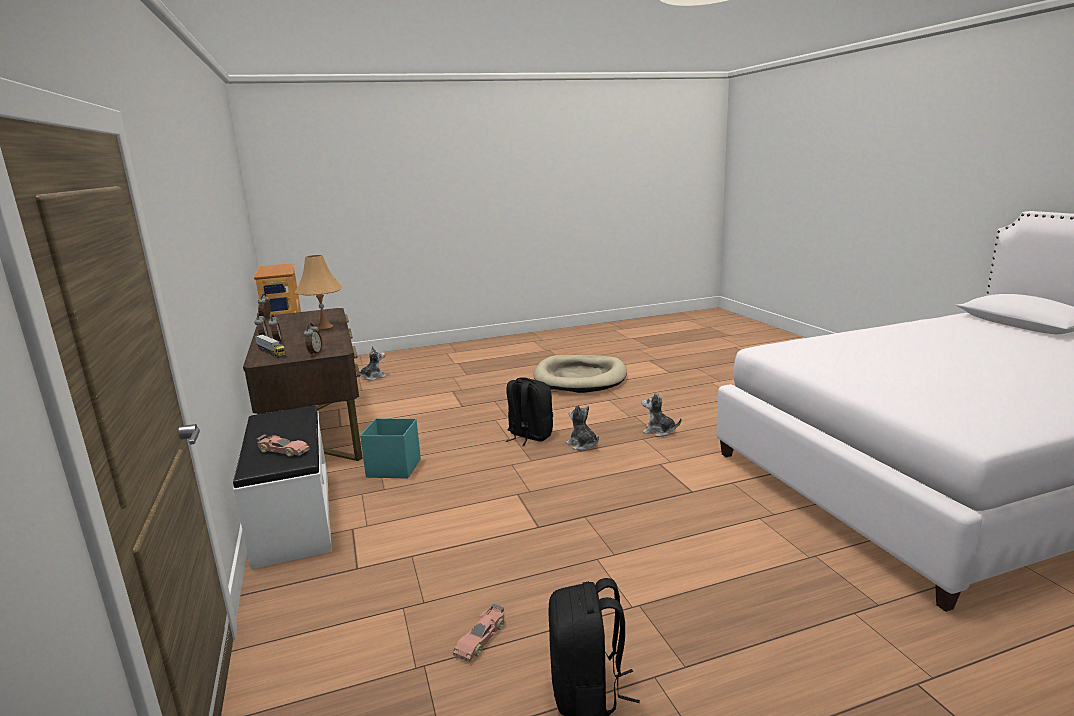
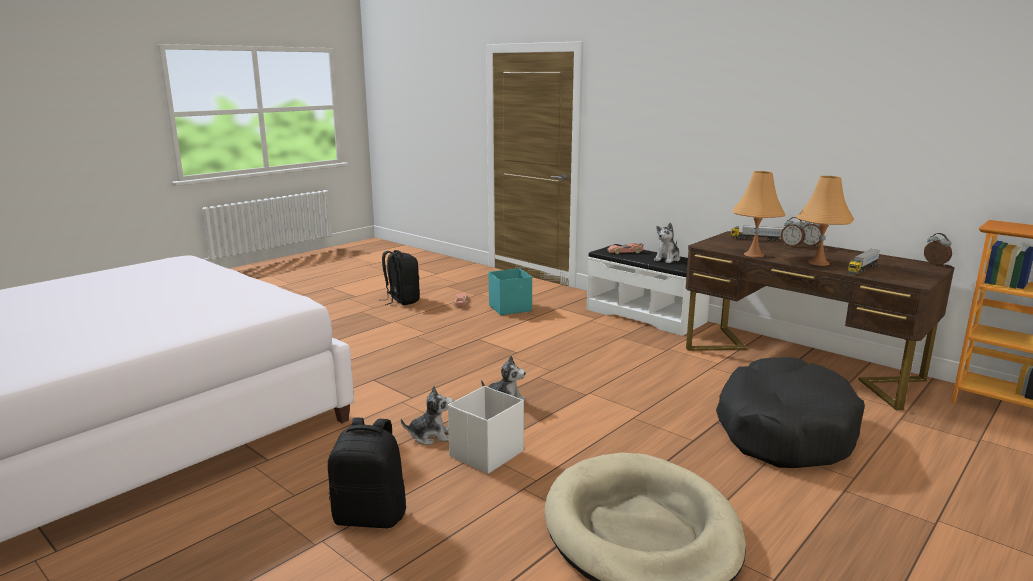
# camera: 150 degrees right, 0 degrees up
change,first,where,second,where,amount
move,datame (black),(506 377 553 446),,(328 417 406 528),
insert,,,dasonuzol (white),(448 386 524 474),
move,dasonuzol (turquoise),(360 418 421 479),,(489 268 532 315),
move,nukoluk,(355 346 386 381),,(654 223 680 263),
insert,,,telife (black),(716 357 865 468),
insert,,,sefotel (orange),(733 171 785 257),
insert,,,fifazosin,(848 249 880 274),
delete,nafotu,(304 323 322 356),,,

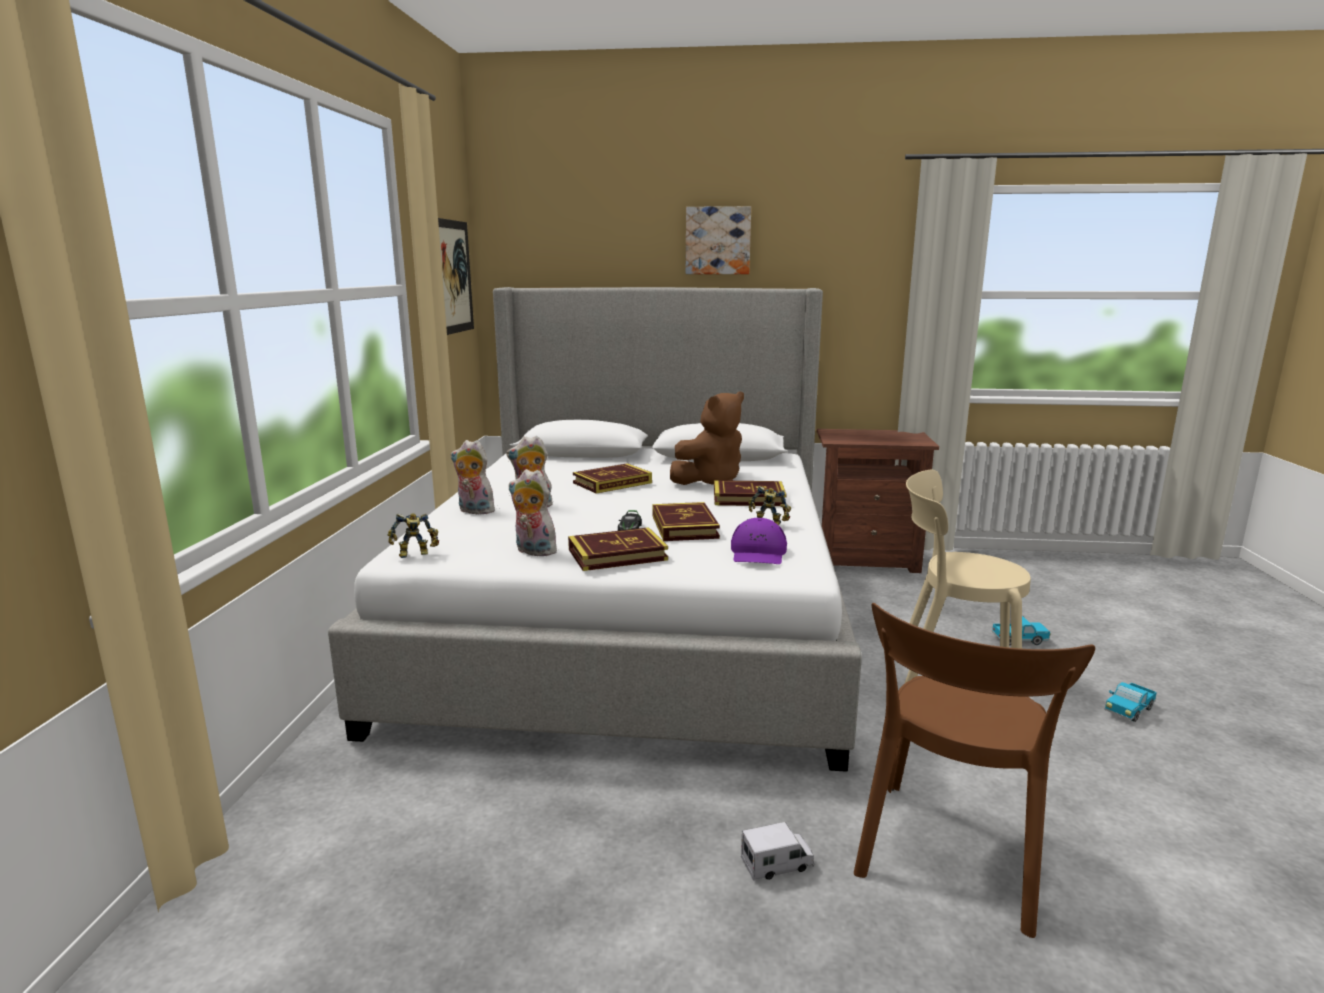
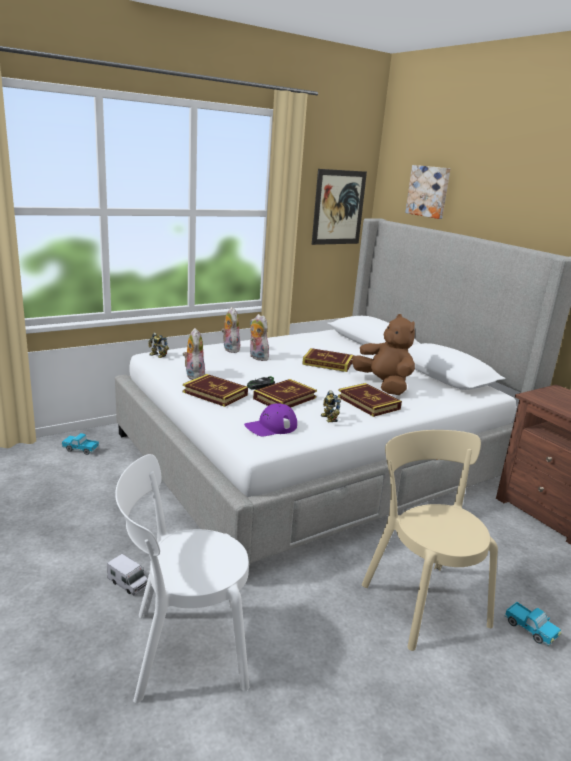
# camera: 50 degrees right, 5 degrees up
change,first,where,second,where,amount
move,fifazosin,(1104 682 1157 722),,(62 433 99 455),
recolor,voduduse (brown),(854 603 1095 938),voduduse (white),(115 454 249 703),
rotate,nukoluk (brown),(670 392 744 485),,(352 314 415 395),135 degrees counterclockwise
move,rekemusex,(686 206 751 274),,(405 165 451 219),

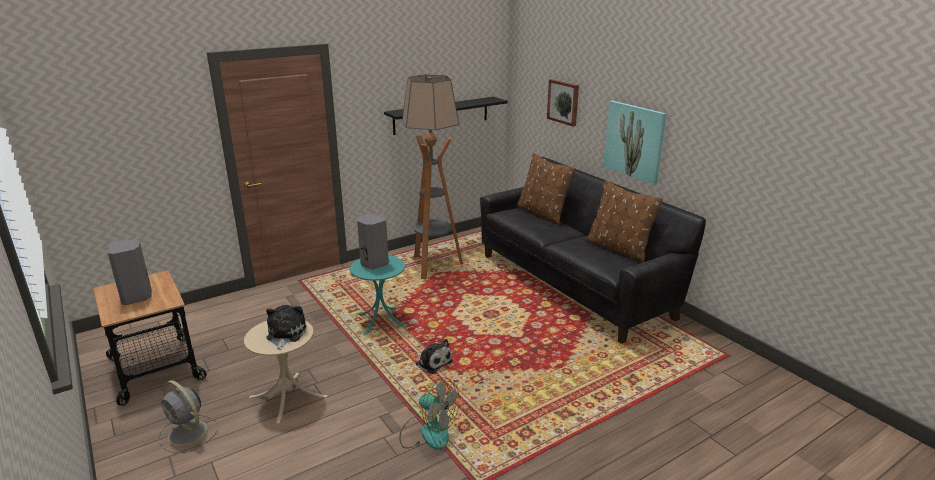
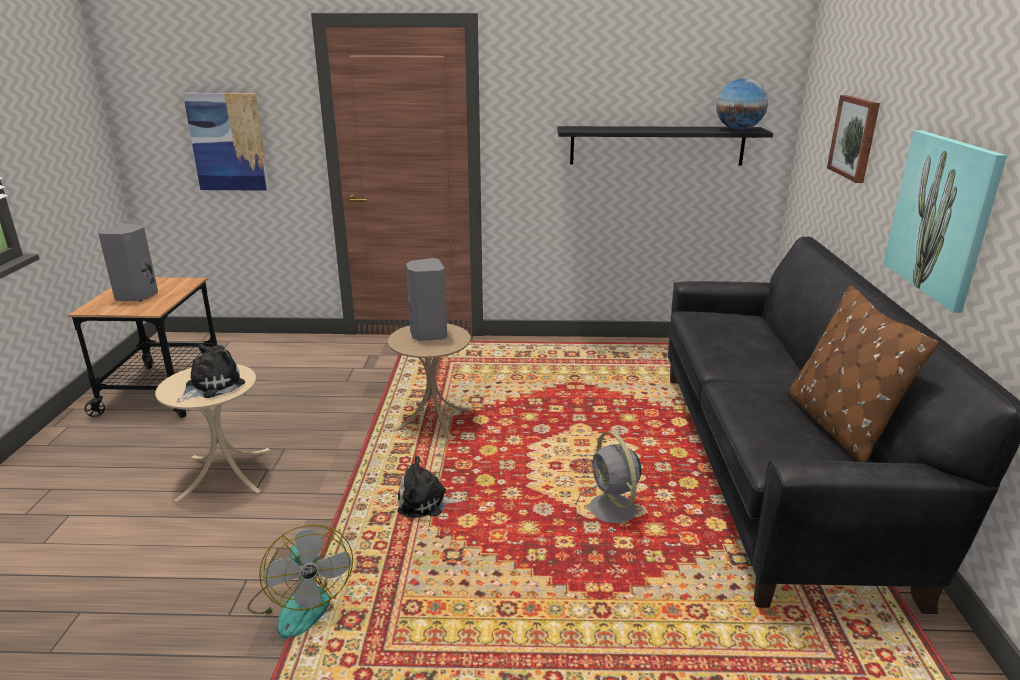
# camera: 35 degrees right, 0 degrees up
change,first,where,second,where,amount
insert,,,rekemusex,(183 93 270 191),
recolor,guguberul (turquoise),(350 255 407 335),guguberul (beige),(388 323 473 441),
rotate,nukoluk,(416 339 452 374),,(397 456 463 518),105 degrees clockwise
move,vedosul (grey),(158 380 219 453),,(576 431 644 523),
insert,,,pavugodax,(716 78 768 130),
delete,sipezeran,(402 74 463 280),,,
delete,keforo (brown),(517 153 576 224),,,

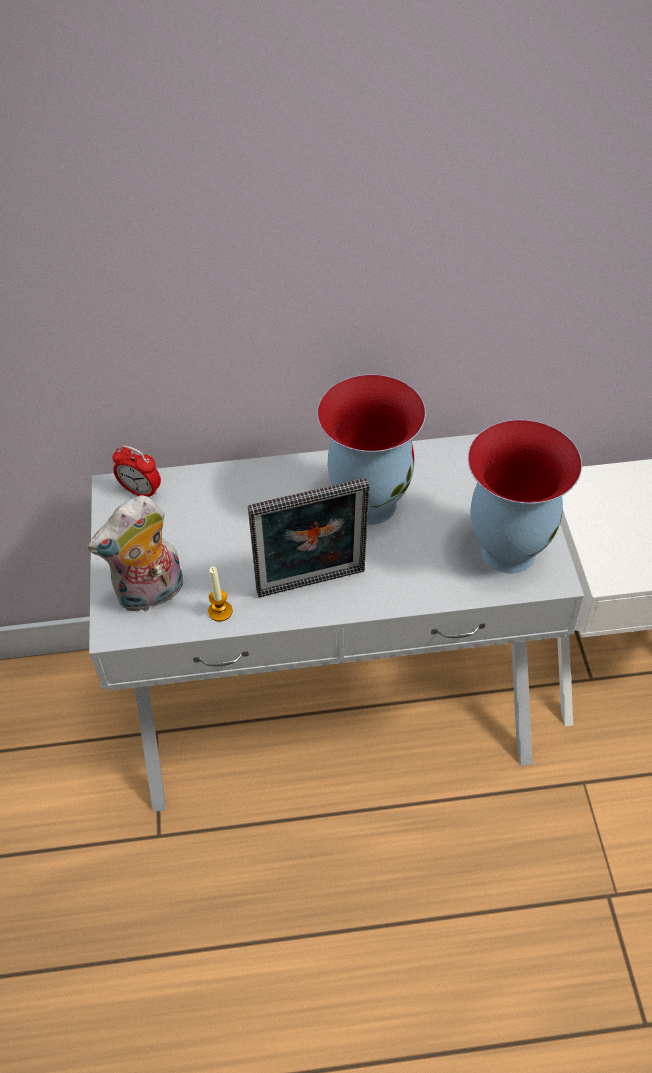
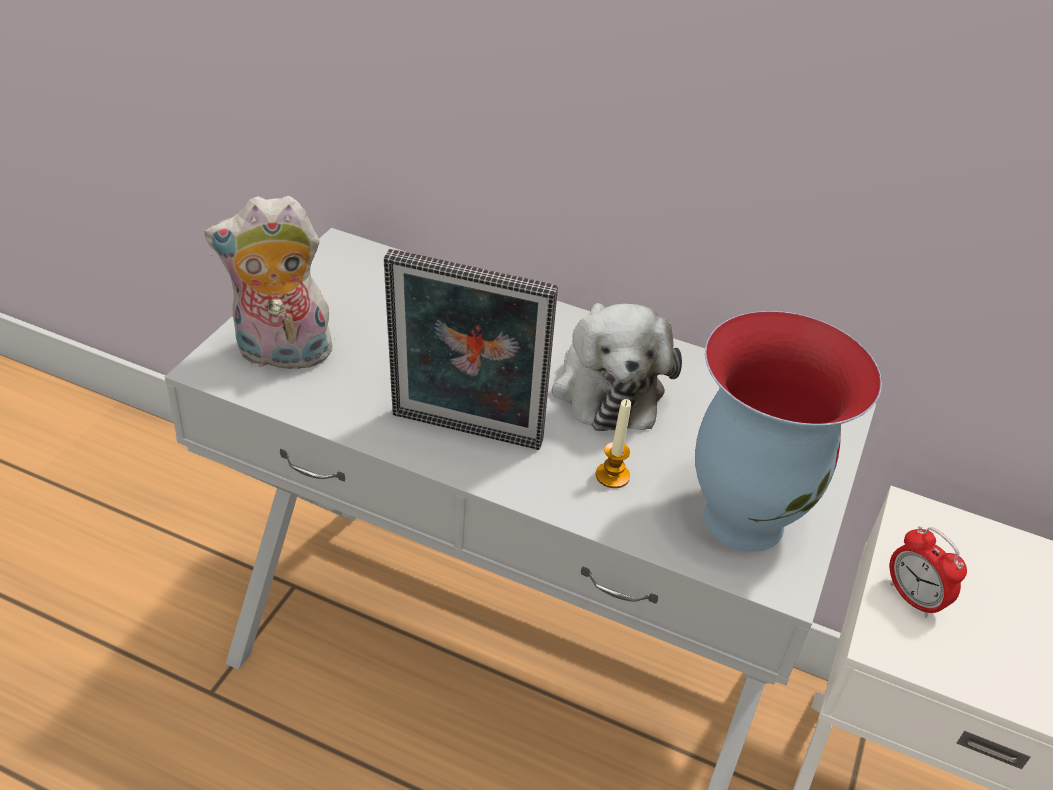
# camera: 25 degrees right, 10 degrees down
change,first,where,second,where,amount
replace,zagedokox,(317 375 426 525),nukoluk,(552 303 682 431),
move,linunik,(208 567 232 621),,(596 399 631 488),
move,nafotu,(112 445 161 499),,(890 526 967 618),

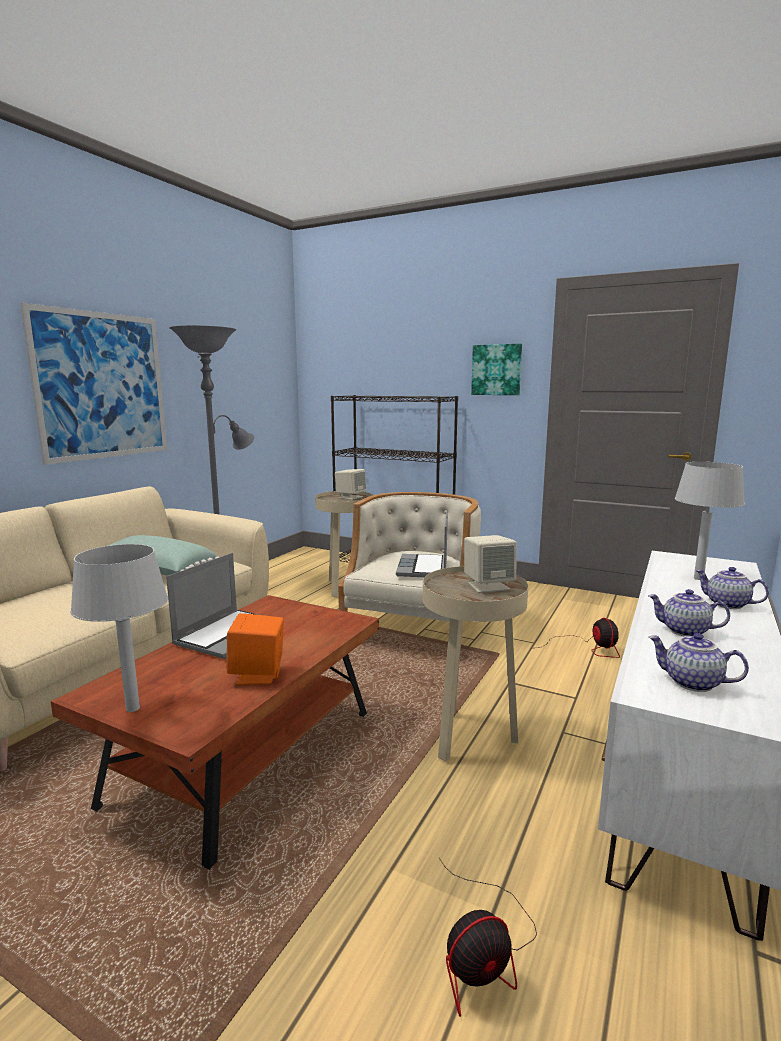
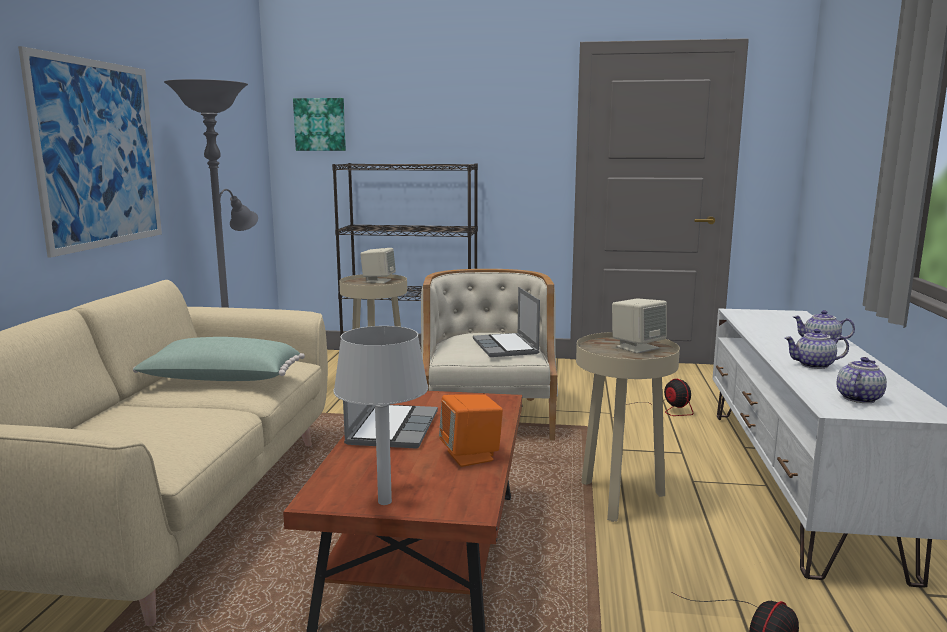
# camera: 20 degrees left, 0 degrees up
change,first,where,second,where,amount
move,rekemusex,(471 344 522 395),,(293 98 346 151),
rotate,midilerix,(649 633 749 692),,(837 357 887 403),120 degrees clockwise
delete,sefotel (grey),(674 462 745 580),,,

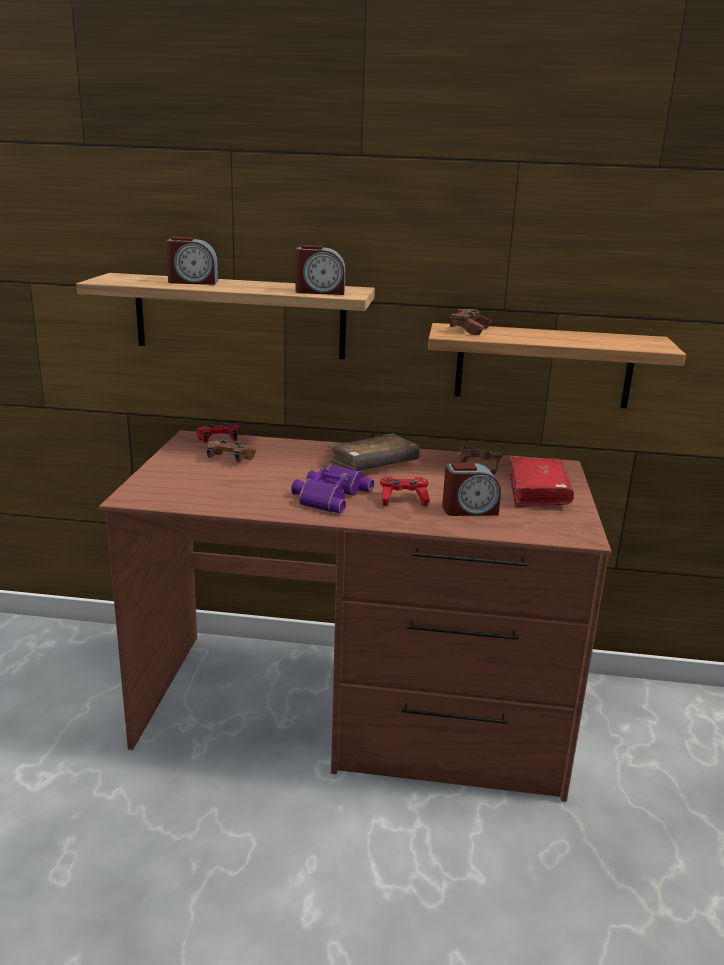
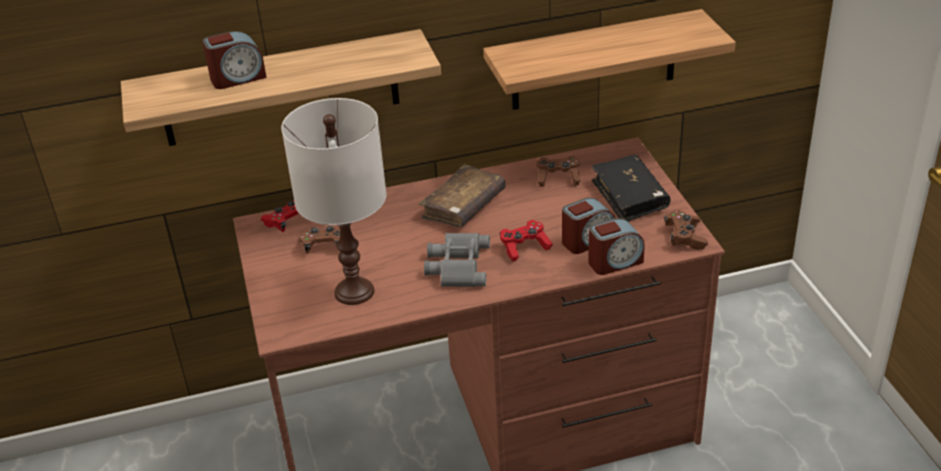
# camera: 20 degrees left, 15 degrees up
change,first,where,second,where,amount
insert,,,sefotel (white),(281 98 387 305),
recolor,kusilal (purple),(291 465 374 514),kusilal (grey),(424 233 490 287),
move,nafotu,(295 245 346 295),,(588 218 645 275),
recolor,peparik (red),(509 457 574 507),peparik (black),(592 155 670 222),
move,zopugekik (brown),(449 309 492 335),,(664 210 708 250),

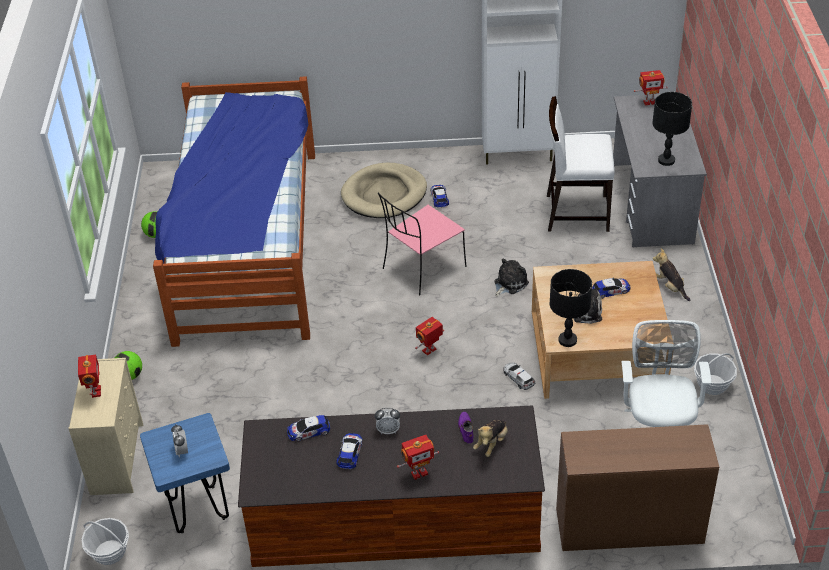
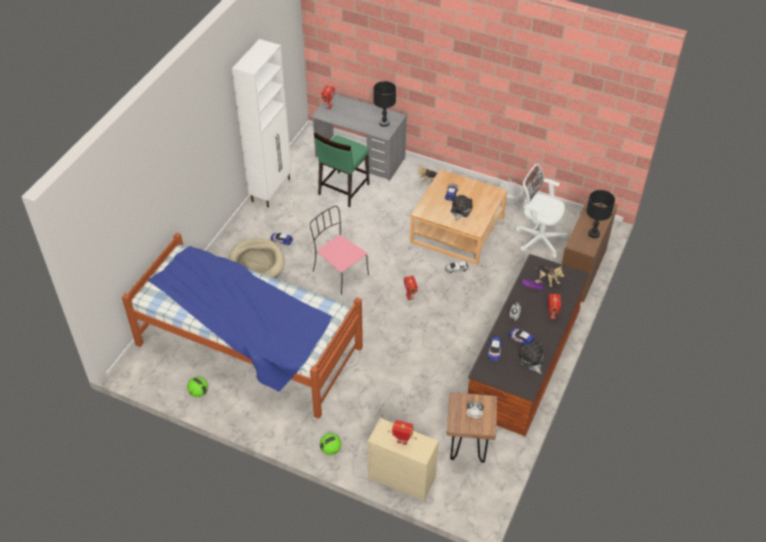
# camera: 65 degrees left, 5 degrees up
change,first,where,second,where,amount
rotate,voduduse (pink),(378 192 467 296),,(310 206 369 295),150 degrees clockwise
recolor,voduduse (white),(547 96 614 232),voduduse (green),(314 132 370 208),
recolor,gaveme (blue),(140 413 230 533),gaveme (brown),(447 392 497 463),
move,nukoluk,(494 259 529 297),,(518 343 545 374),
move,sefotel (black),(550 269 592 347),,(586 190 615 238),
delete,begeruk,(81 518 129 565),,,

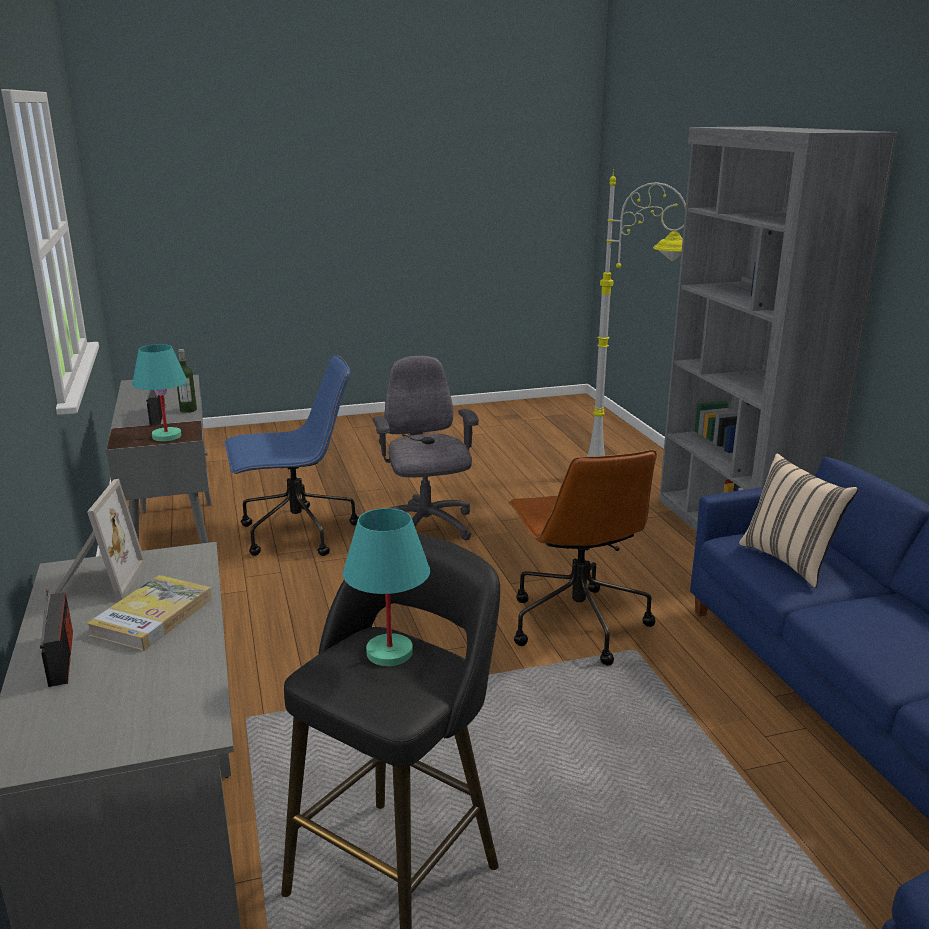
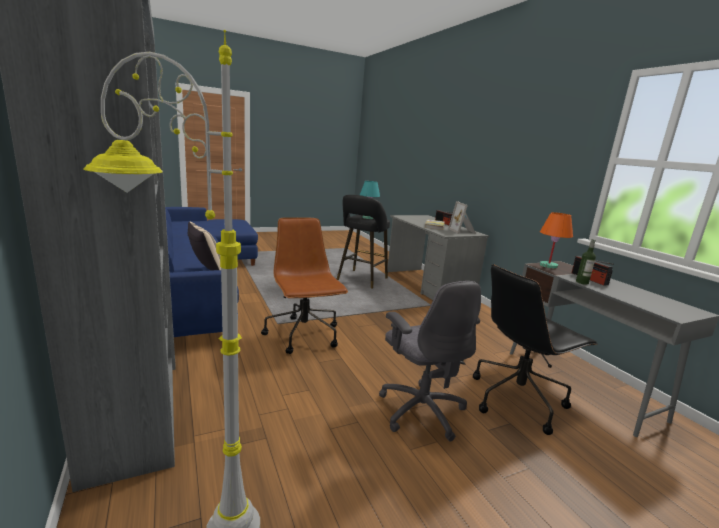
# camera: 170 degrees right, 5 degrees down
change,first,where,second,where,amount
recolor,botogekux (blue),(225 355 359 556),botogekux (black),(473 264 598 435),
recolor,sefotel (turquoise),(132 344 187 441),sefotel (orange),(540 212 573 269),

